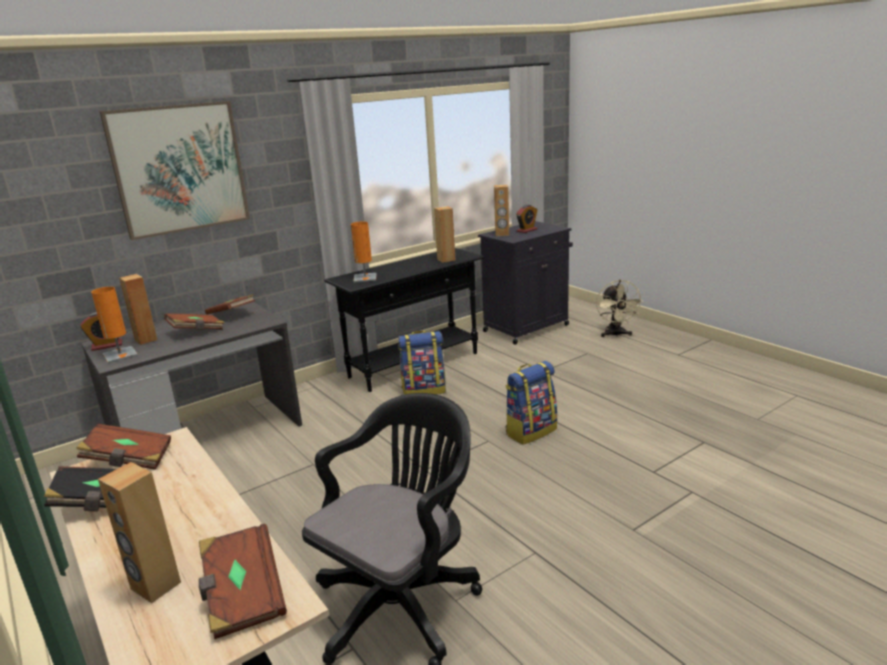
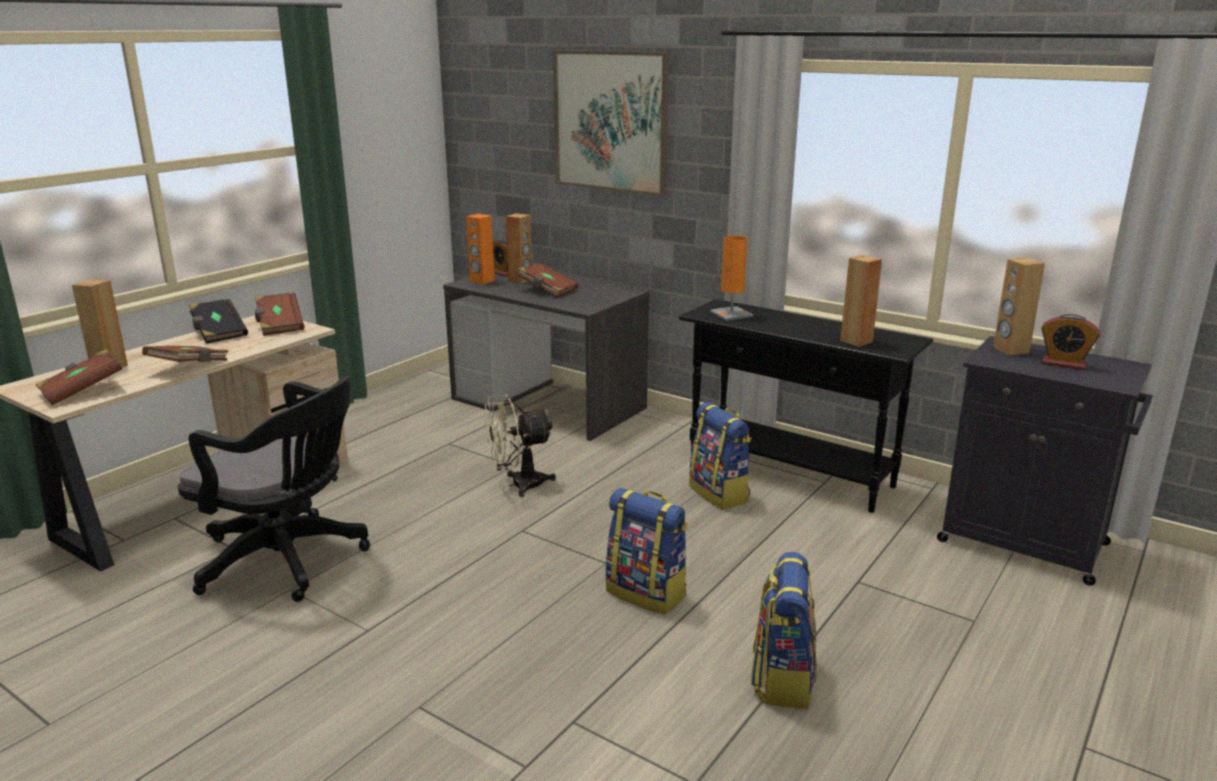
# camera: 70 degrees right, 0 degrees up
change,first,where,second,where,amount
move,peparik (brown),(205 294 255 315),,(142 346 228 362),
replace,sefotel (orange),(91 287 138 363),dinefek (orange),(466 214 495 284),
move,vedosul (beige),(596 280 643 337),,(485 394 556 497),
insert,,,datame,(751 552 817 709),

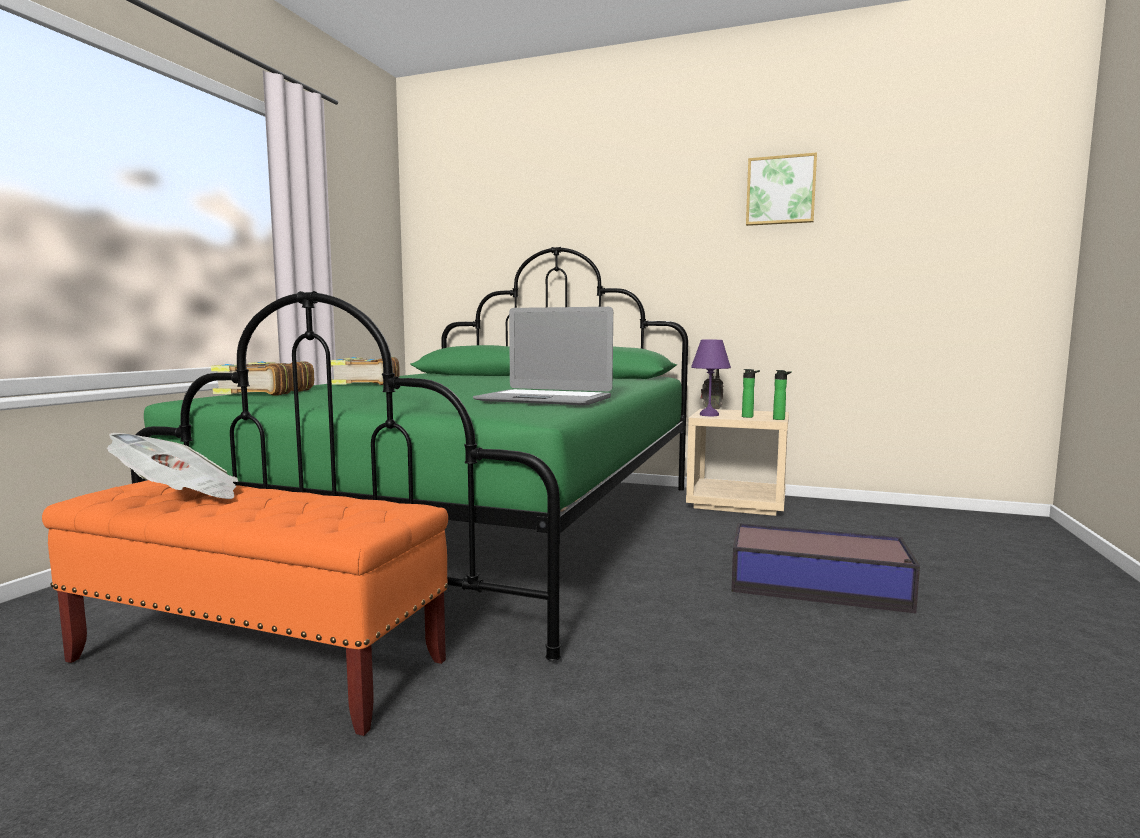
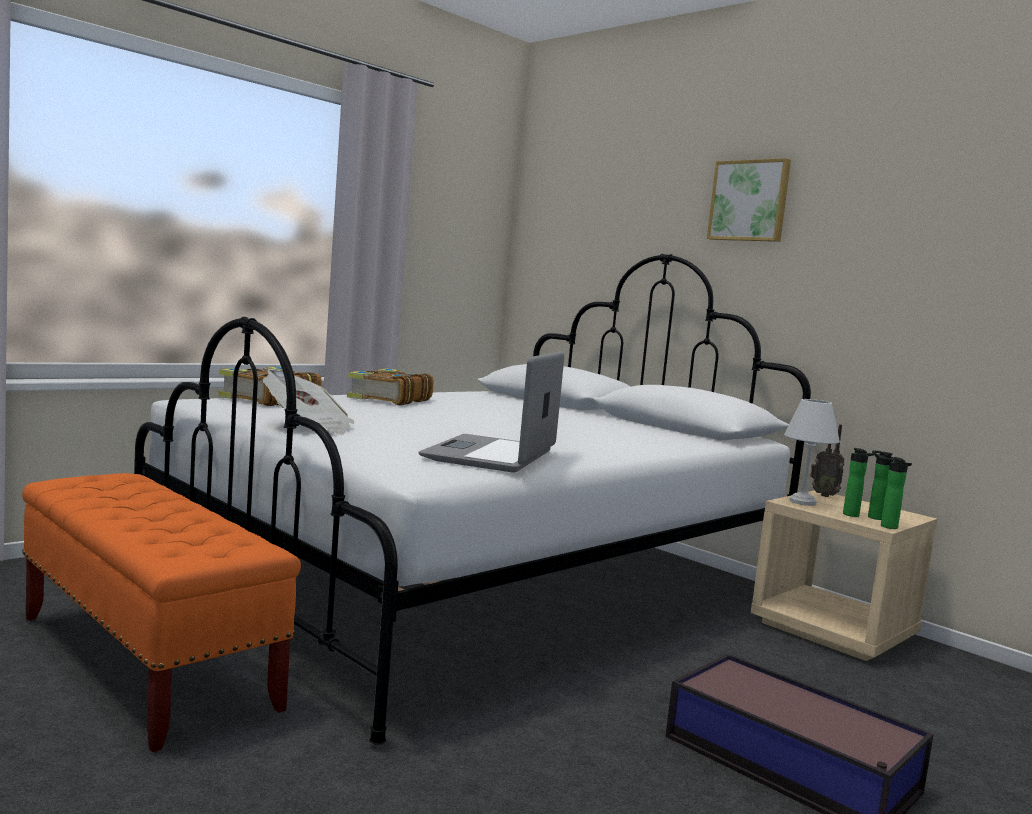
# camera: 25 degrees right, 0 degrees up
change,first,where,second,where,amount
recolor,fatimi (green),(131 247 688 661),fatimi (white),(134 254 811 745),
move,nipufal,(107 433 238 499),,(263 369 355 435),
rotate,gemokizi,(473 307 613 405),,(418 352 564 473),60 degrees clockwise
move,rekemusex,(746 153 817 226),,(707 158 791 242),
recolor,sefotel (purple),(691 340 731 416),sefotel (white),(784 399 840 506),
insert,,,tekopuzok,(868 451 894 520),

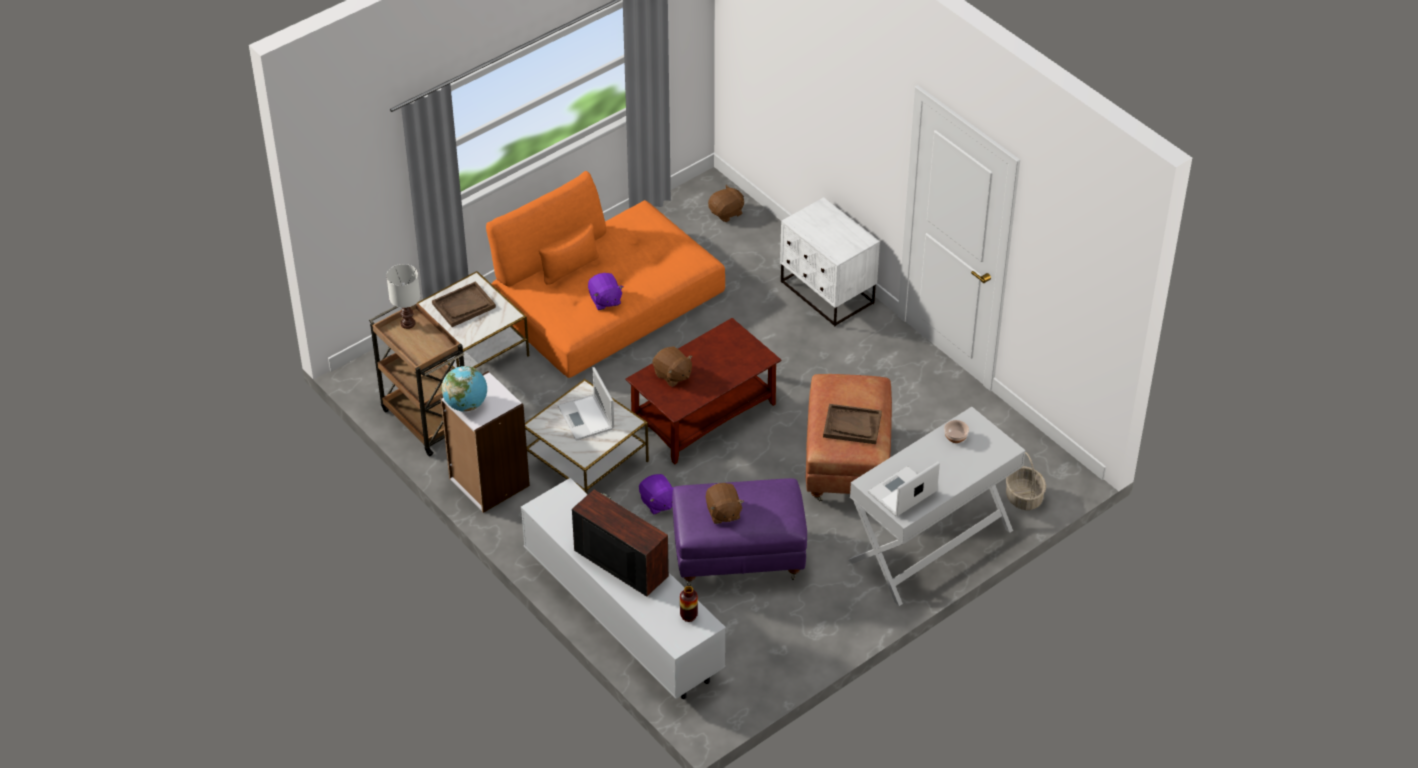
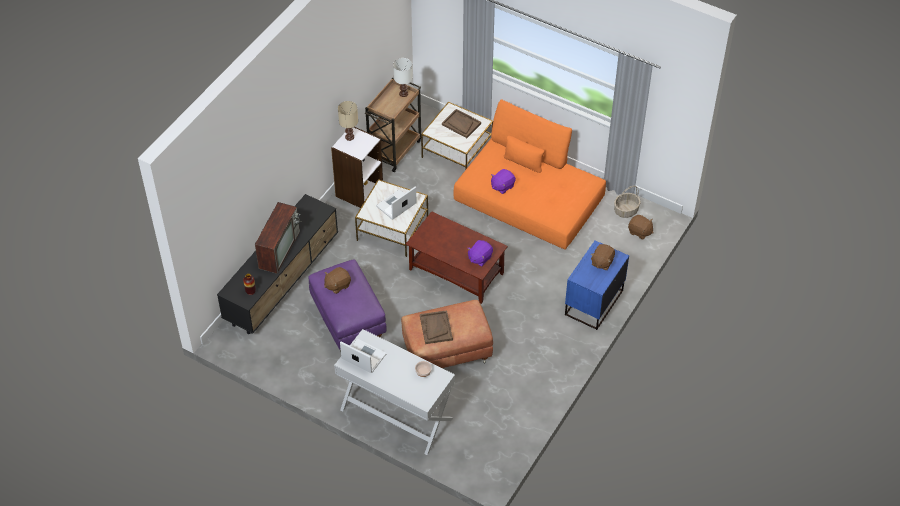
# camera: 70 degrees right, 5 degrees up
change,first,where,second,where,amount
recolor,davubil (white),(521 478 726 699),davubil (black),(217 194 338 334),
replace,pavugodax,(441 366 487 412),sefotel (beige),(338 101 358 141),
move,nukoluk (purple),(639 474 676 515),,(468 240 493 266),
recolor,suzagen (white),(780 197 880 326),suzagen (blue),(565 240 629 330),
move,nukoluk (brown),(652 346 692 387),,(591 244 615 270),
move,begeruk,(1006 452 1046 510),,(614 186 641 218),

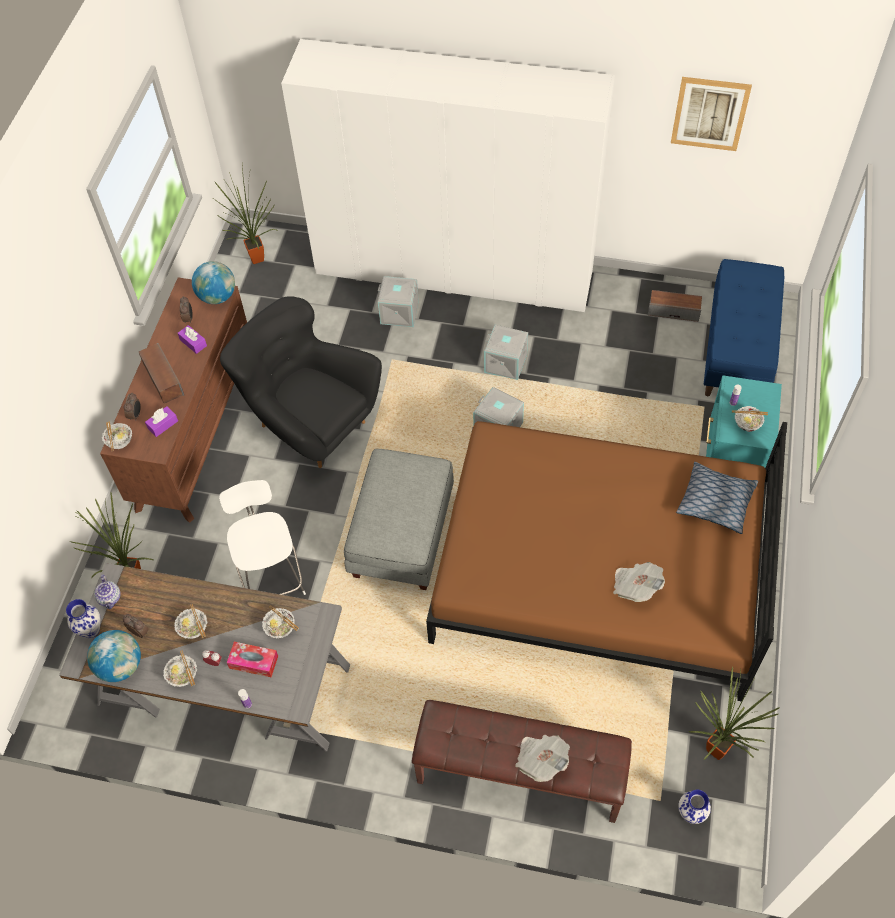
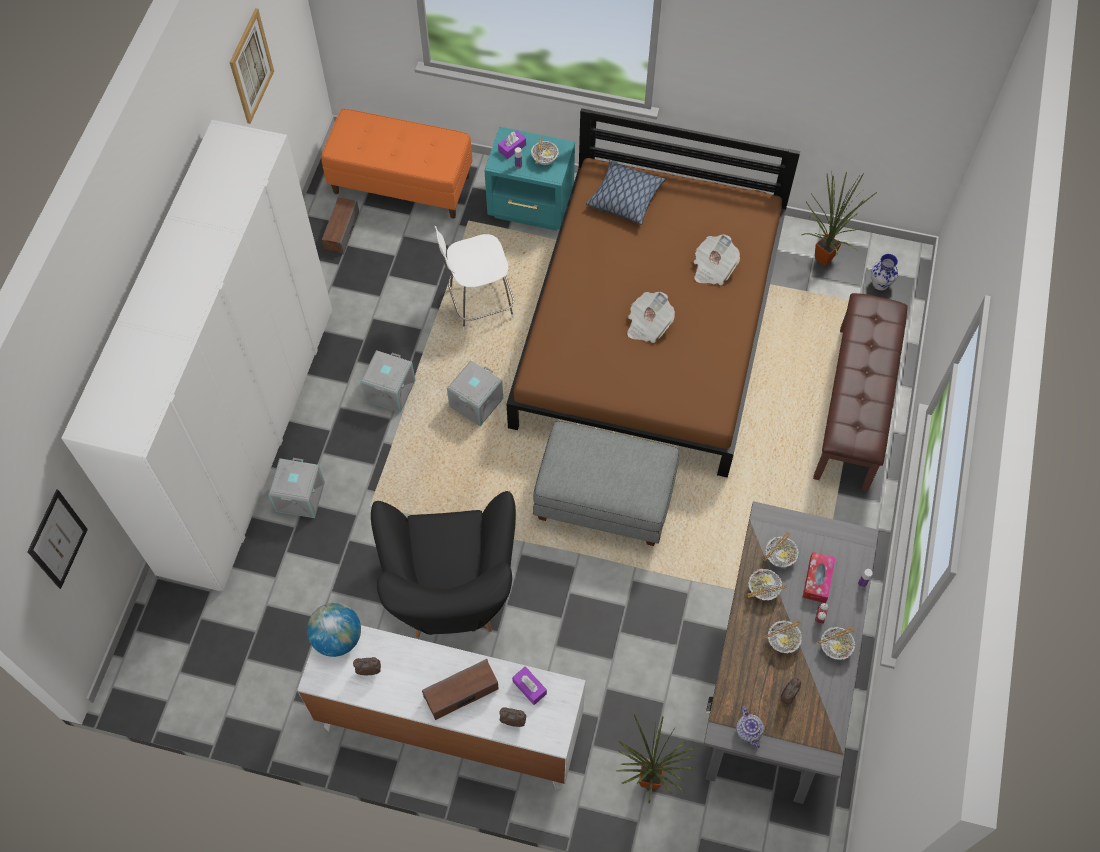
# camera: 90 degrees left, 5 degrees up
change,first,where,second,where,amount
insert,,,rekemusex,(27 489 88 589),
recolor,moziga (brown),(100 278 247 523),moziga (white),(297 625 586 790),
recolor,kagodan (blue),(703 259 784 396),kagodan (orange),(321 109 472 218),
rotate,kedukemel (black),(220 296 382 468),,(371 491 516 638),45 degrees counterclockwise
move,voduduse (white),(219 480 306 595),,(435 226 514 330),
move,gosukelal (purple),(178 325 207 354),,(498 131 526 159),
move,nipufal,(515 735 570 782),,(627 292 675 343),
rotate,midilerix,(94 574 120 609),,(736 706 764 748),90 degrees clockwise
move,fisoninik,(102 421 132 451),,(747 569 787 601),
delete,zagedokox,(66 599 101 638),,,
delete,pavugodax,(87 630 141 682),,,
delete,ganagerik,(213 167 279 264),,,

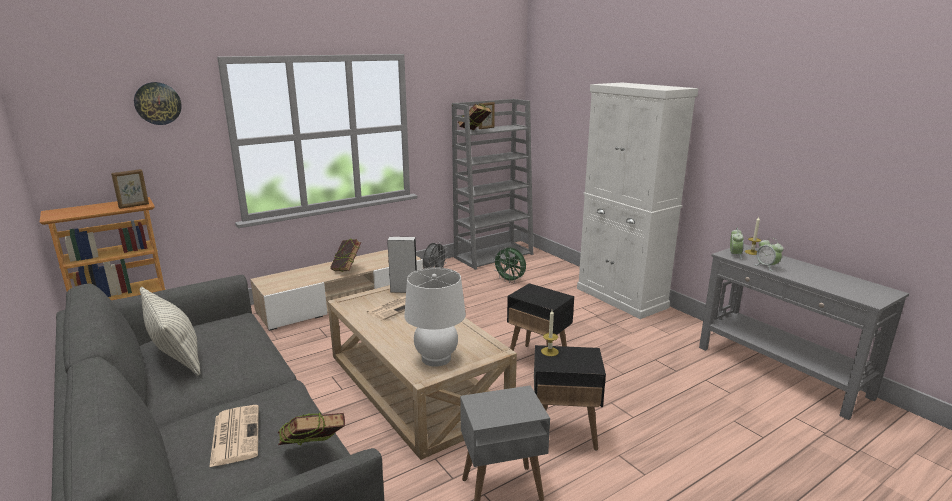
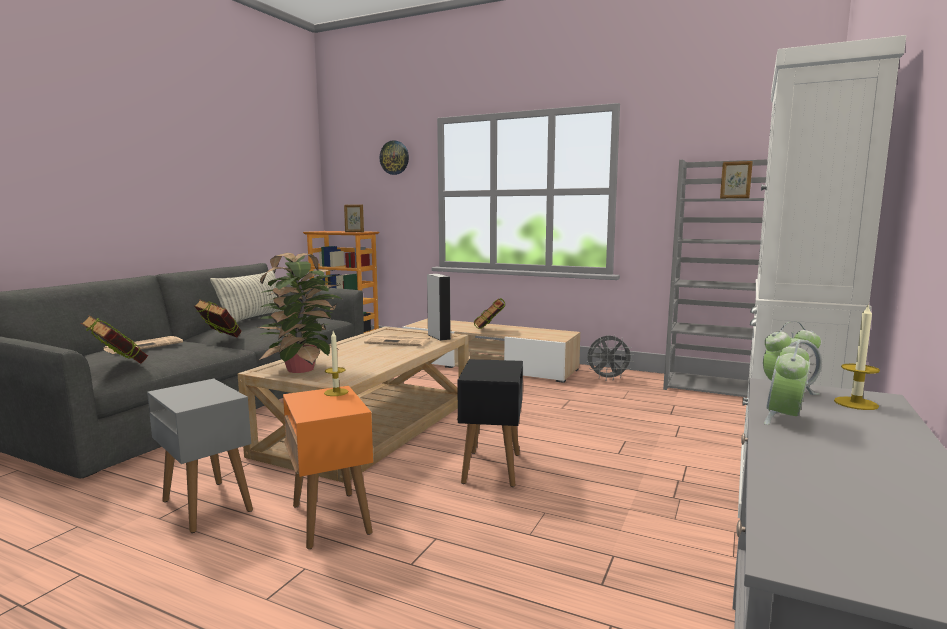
# camera: 60 degrees right, 10 degrees down
change,first,where,second,where,amount
move,peparik,(458 104 492 130),,(194 299 241 338),
replace,sefotel (white),(404 267 466 367),ganagerik,(256 253 342 373),
recolor,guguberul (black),(534 345 606 451),guguberul (orange),(283 386 373 549),
delete,vedosul (green),(492 247 526 283),,,

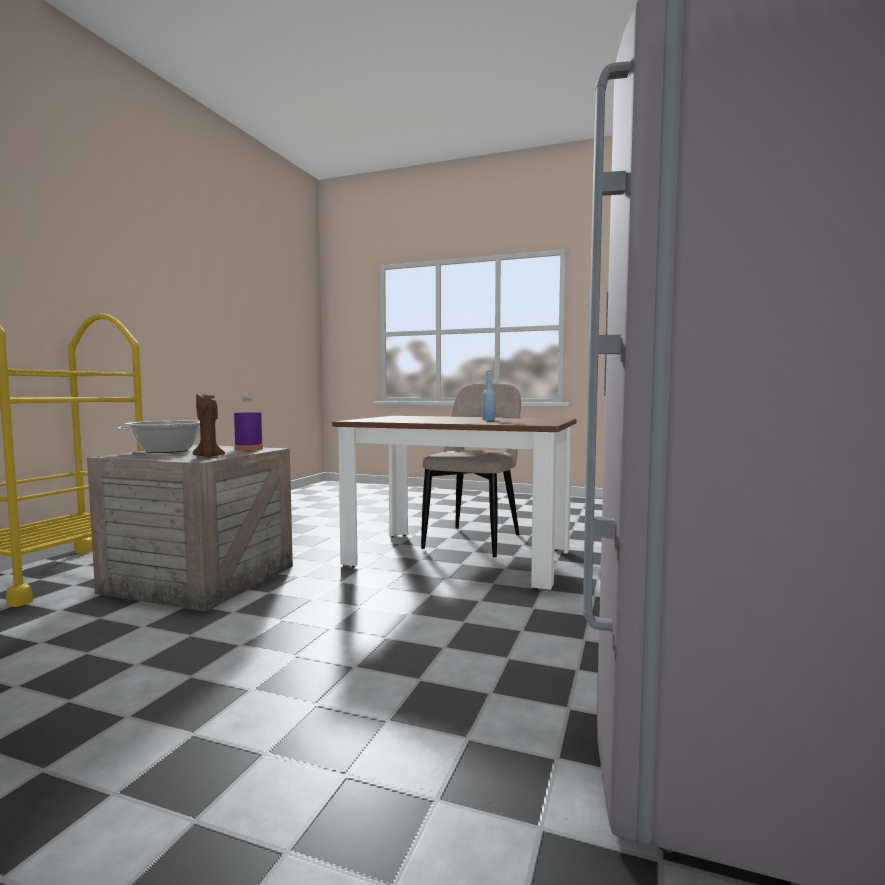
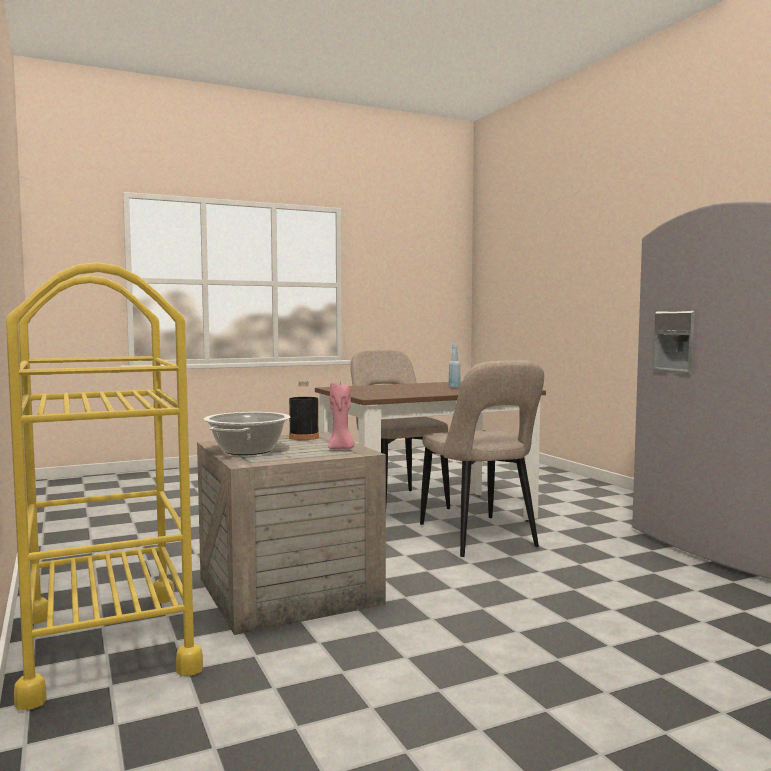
# camera: 45 degrees left, 0 degrees up
change,first,where,second,where,amount
recolor,tekopuzok (purple),(234 397 263 451),tekopuzok (black),(289 381 319 440),
recolor,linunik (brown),(193 393 225 457),linunik (pink),(328 382 354 449),
insert,,,voduduse (beige),(420 360 544 557),

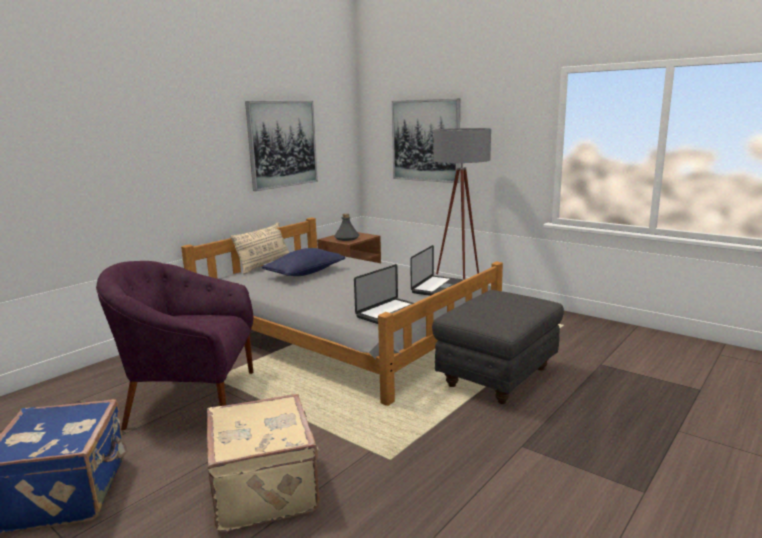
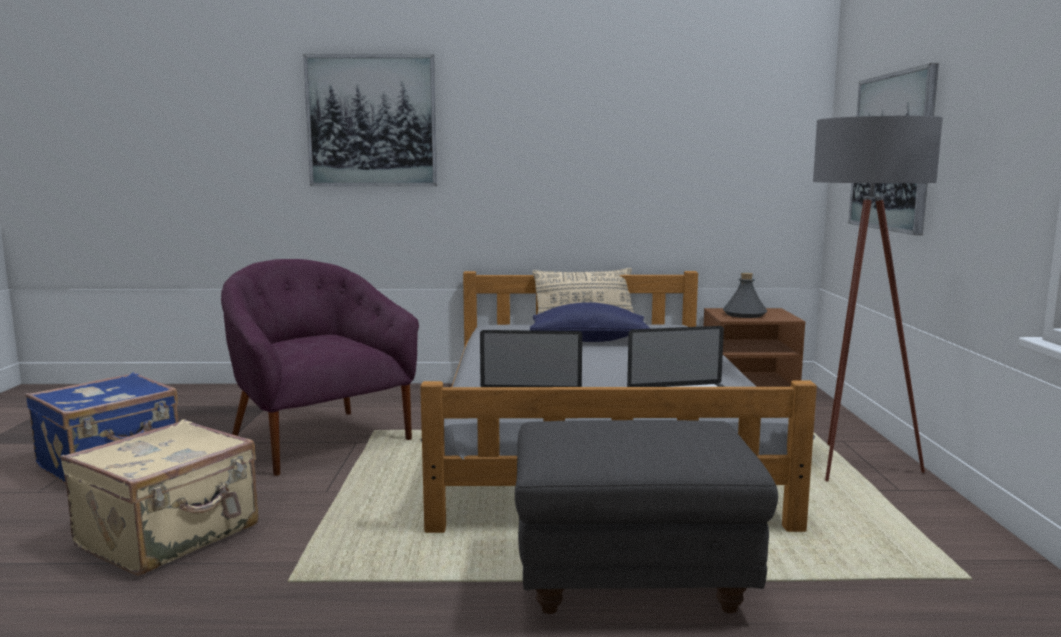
# camera: 50 degrees right, 5 degrees down
change,first,where,second,where,amount
move,rekemusex,(245 101 318 191),,(303 54 437 186),

